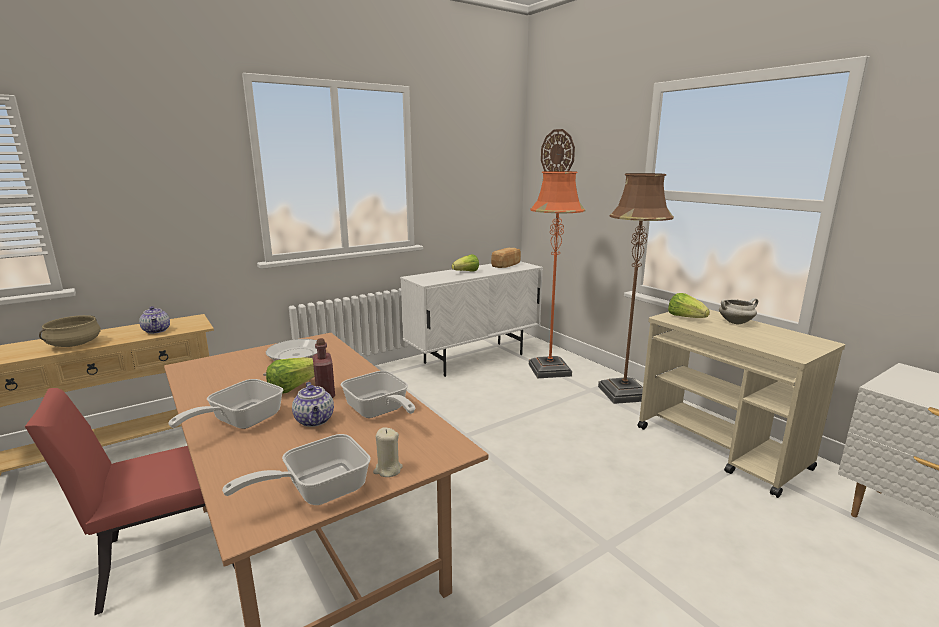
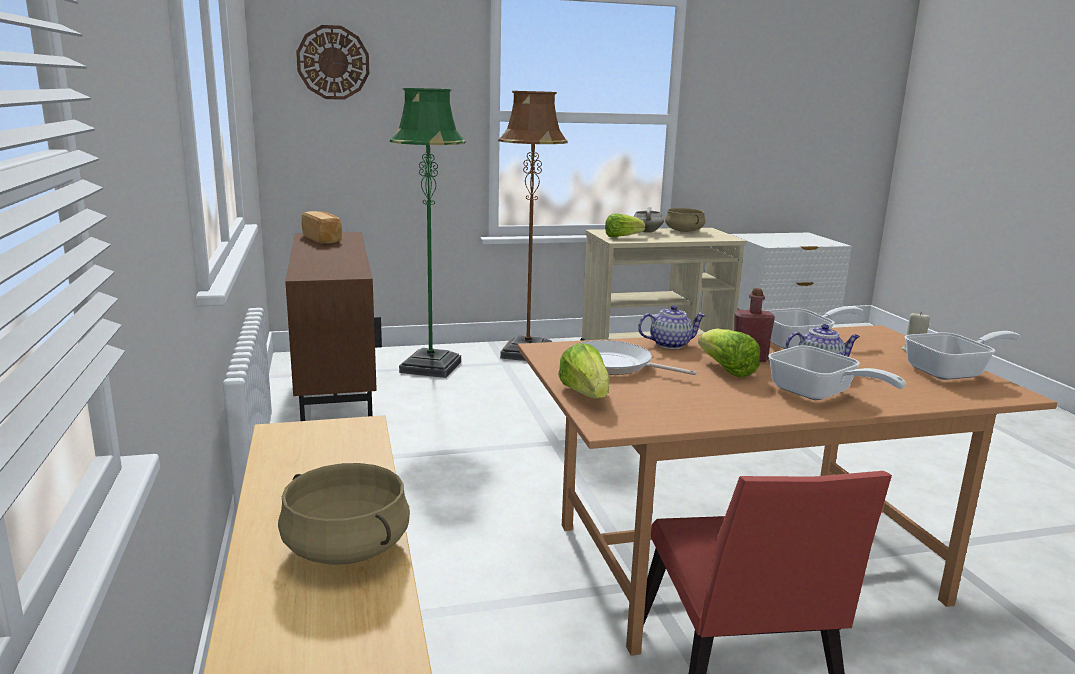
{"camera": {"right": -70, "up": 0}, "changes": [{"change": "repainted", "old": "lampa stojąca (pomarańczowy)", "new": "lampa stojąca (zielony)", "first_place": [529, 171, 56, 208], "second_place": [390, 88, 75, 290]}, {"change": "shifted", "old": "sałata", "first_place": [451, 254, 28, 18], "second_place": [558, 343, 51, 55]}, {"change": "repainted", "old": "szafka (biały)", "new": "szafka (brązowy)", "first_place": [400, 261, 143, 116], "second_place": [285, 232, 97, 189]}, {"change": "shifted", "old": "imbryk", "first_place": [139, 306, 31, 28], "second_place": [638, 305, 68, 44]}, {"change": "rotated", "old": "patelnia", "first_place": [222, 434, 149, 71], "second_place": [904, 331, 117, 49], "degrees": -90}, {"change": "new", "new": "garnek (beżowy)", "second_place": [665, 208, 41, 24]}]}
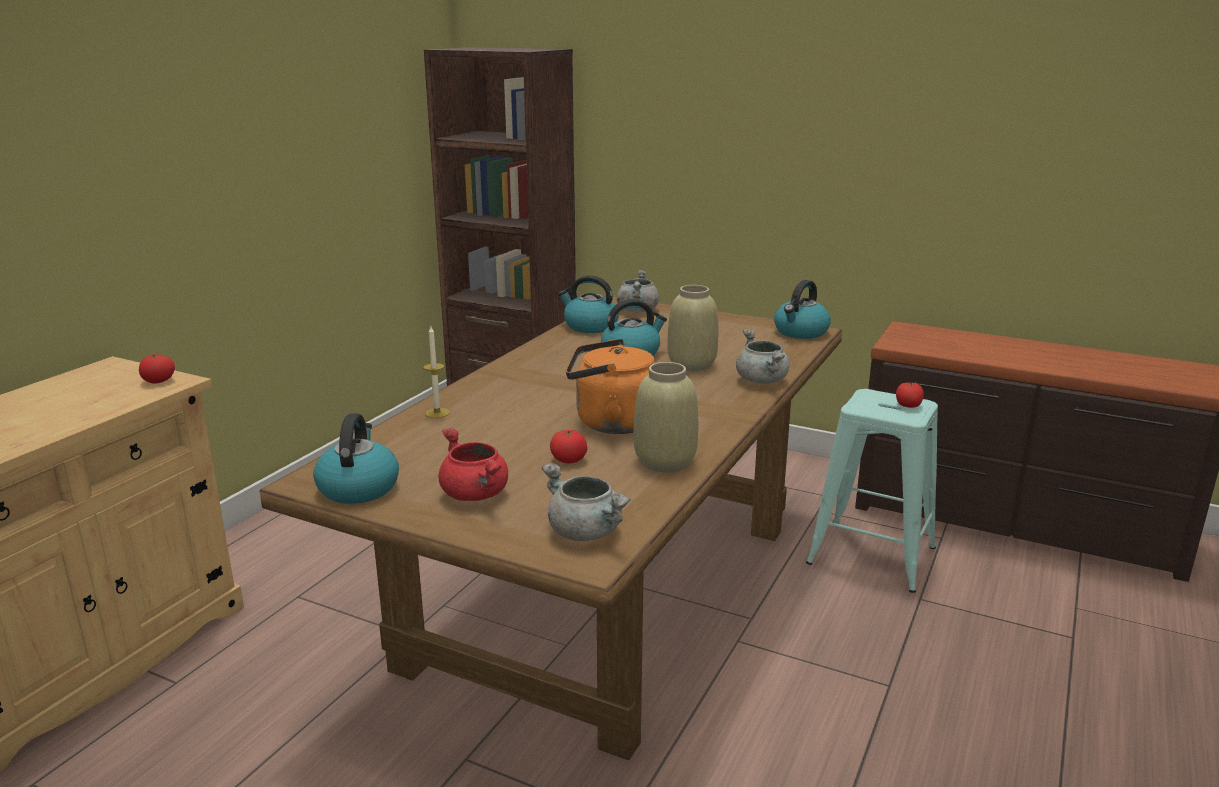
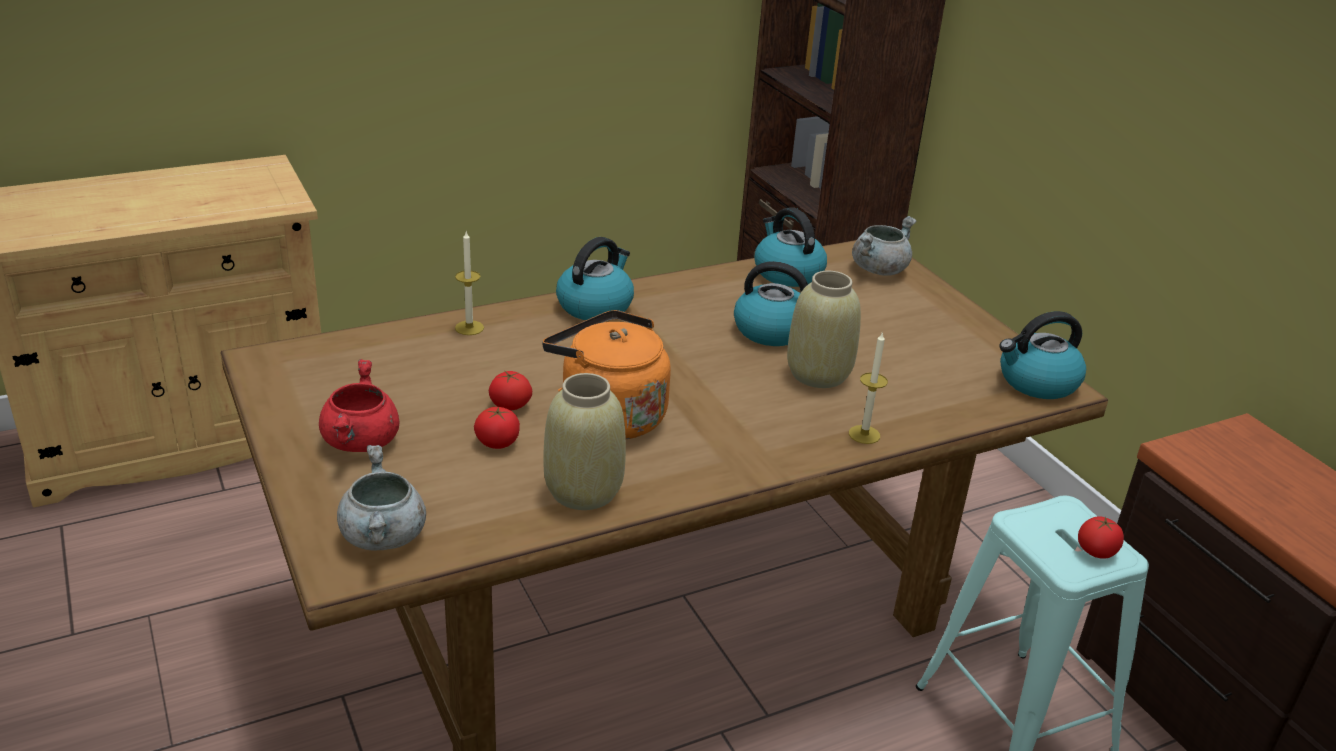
{"camera": {"right": 35, "up": 10}, "changes": [{"change": "swapped", "old": "garnek (szary)", "new": "świeca", "first_place": [736, 329, 53, 54], "second_place": [849, 331, 39, 113]}, {"change": "shifted", "old": "pomidor", "first_place": [139, 354, 36, 29], "second_place": [489, 370, 43, 41]}, {"change": "shifted", "old": "czajnik", "first_place": [313, 413, 86, 91], "second_place": [556, 237, 78, 83]}]}
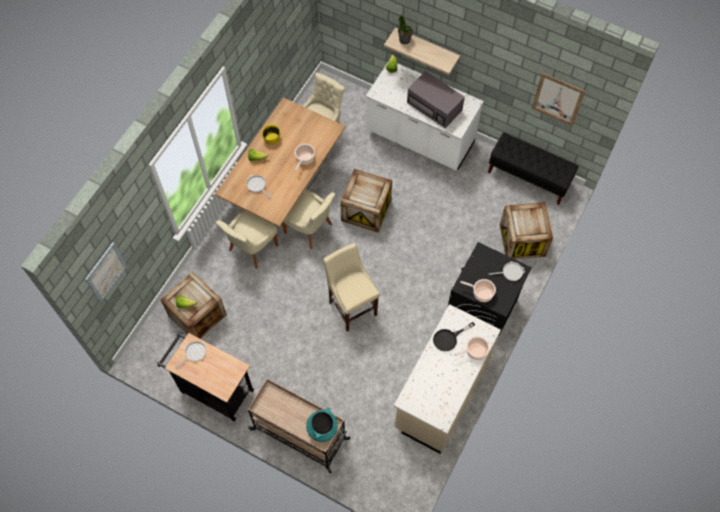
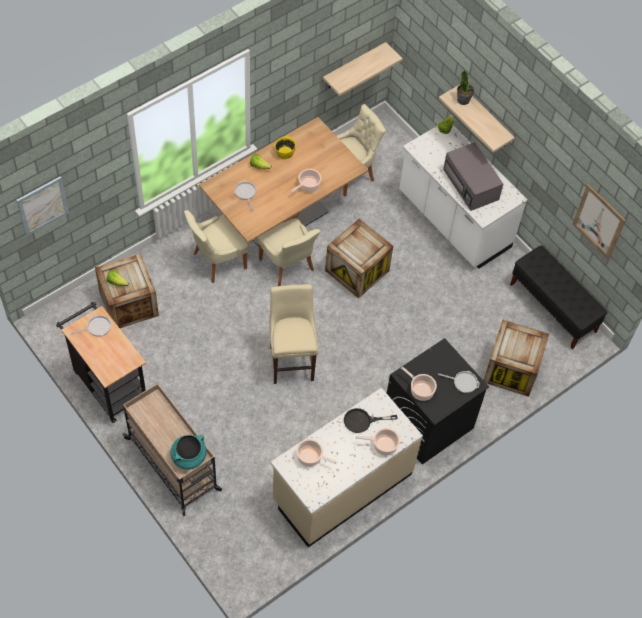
{"camera": {"right": 20, "up": -5}, "changes": [{"change": "new", "new": "półka", "second_place": [323, 42, 80, 54]}, {"change": "new", "new": "garnek", "second_place": [296, 439, 41, 28]}]}
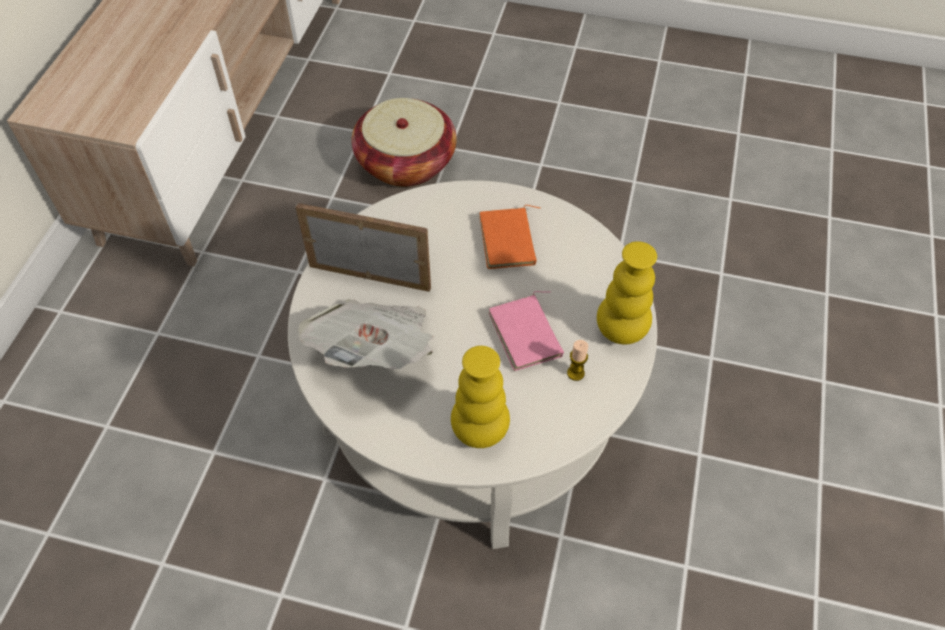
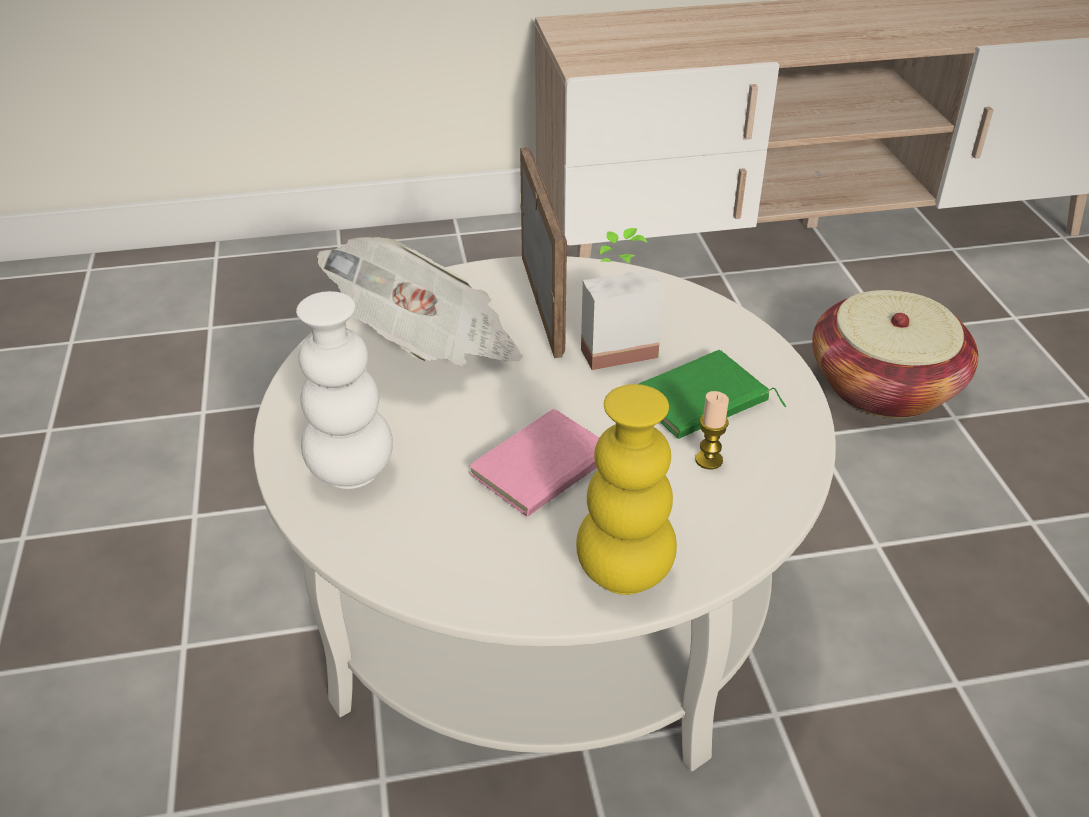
{"camera": {"right": 65, "up": -15}, "changes": [{"change": "repainted", "old": "książka (pomarańczowy)", "new": "książka (zielony)", "first_place": [480, 205, 61, 64], "second_place": [639, 350, 148, 89]}, {"change": "shifted", "old": "świeca", "first_place": [567, 340, 21, 41], "second_place": [695, 391, 34, 78]}, {"change": "repainted", "old": "wazon (żółty)", "new": "wazon (biały)", "first_place": [451, 346, 59, 102], "second_place": [296, 291, 97, 198]}, {"change": "new", "new": "roślina doniczkowa", "second_place": [581, 228, 83, 142]}]}
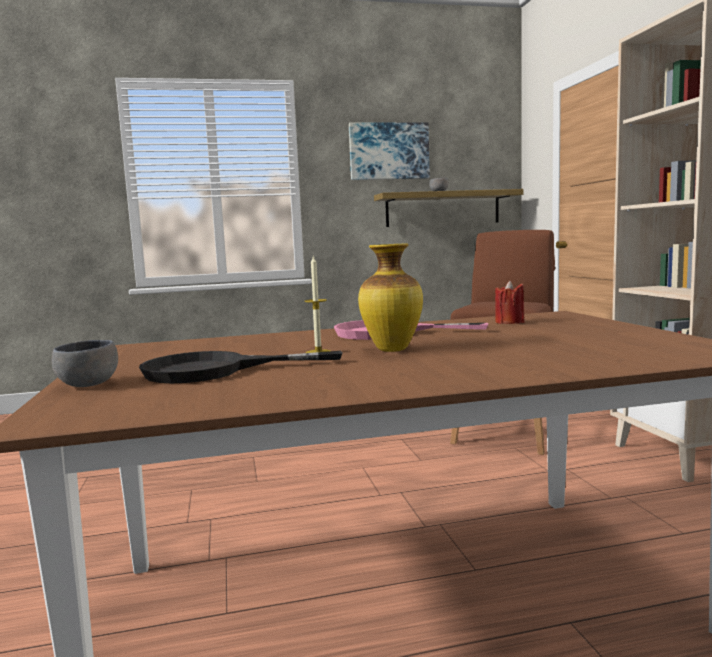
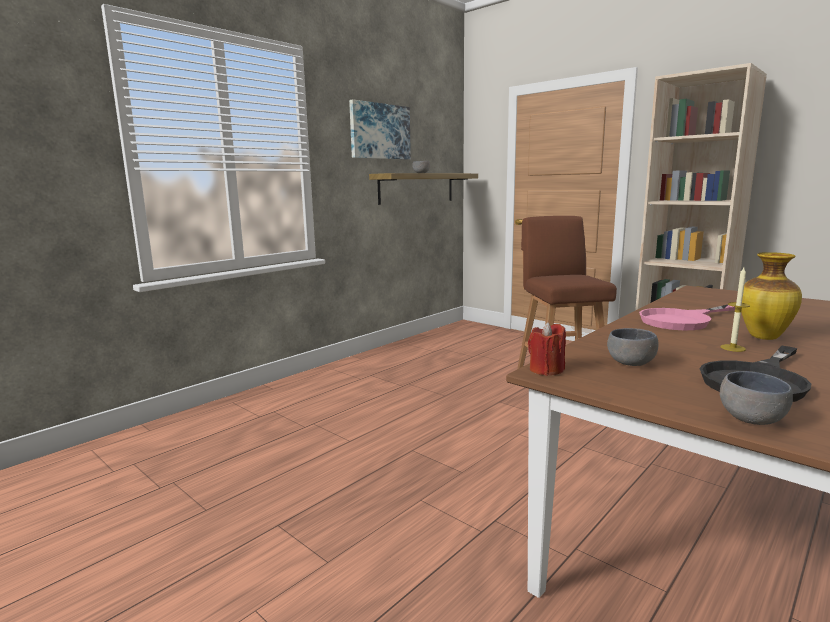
{"camera": {"right": -35, "up": 5}, "changes": [{"change": "shifted", "old": "świeca (czerwony)", "first_place": [495, 281, 30, 43], "second_place": [528, 322, 38, 54]}, {"change": "new", "new": "miska (szary)", "second_place": [607, 328, 52, 38]}]}
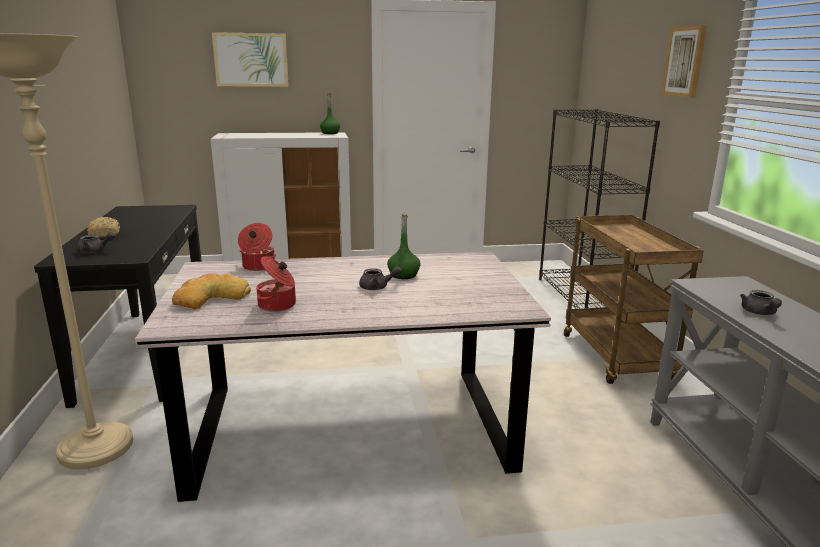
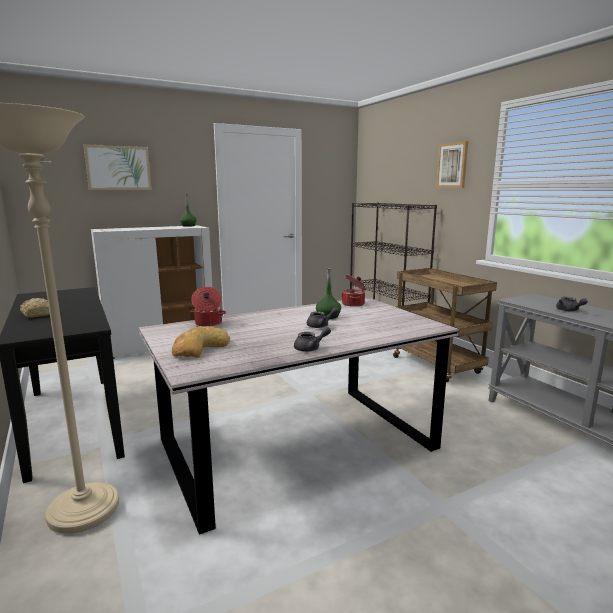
{"camera": {"right": -20, "up": -5}, "changes": [{"change": "shifted", "old": "imbryk (szary)", "first_place": [77, 232, 38, 22], "second_place": [294, 327, 37, 25]}, {"change": "shifted", "old": "garnek", "first_place": [256, 256, 40, 55], "second_place": [341, 274, 25, 33]}]}
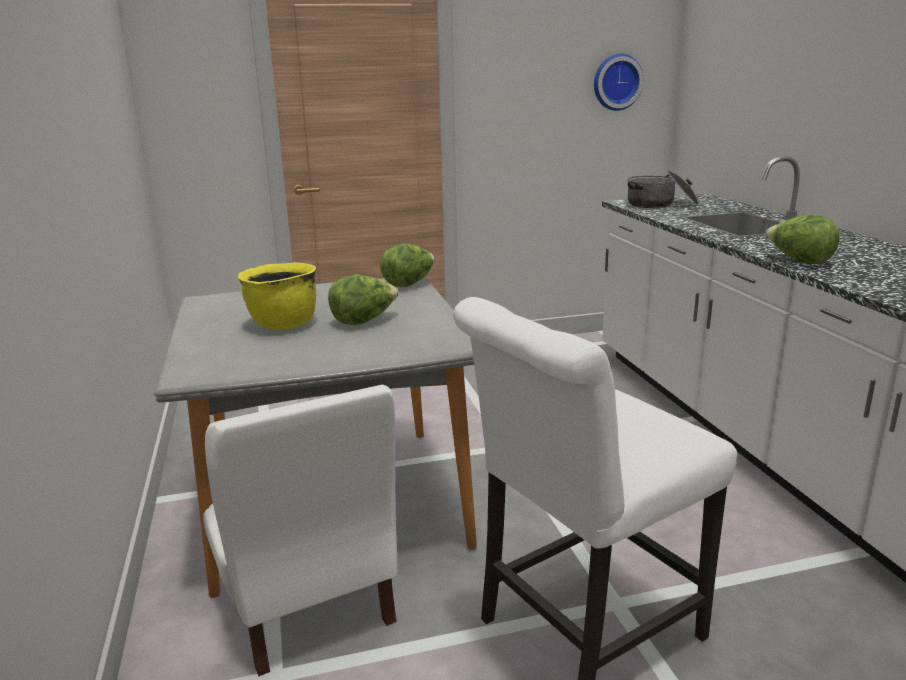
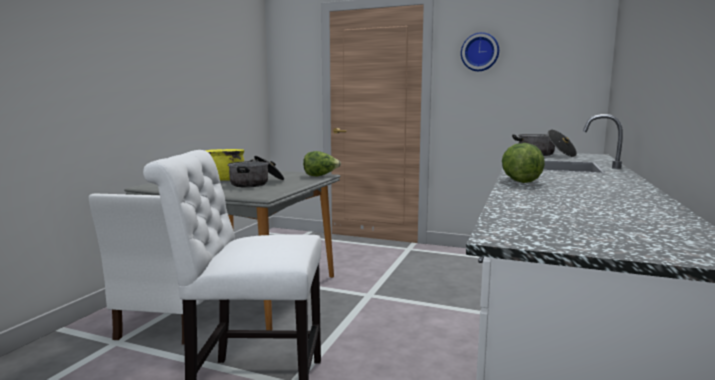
{"camera": {"right": 35, "up": -10}, "changes": [{"change": "shifted", "old": "zegar ścienny", "first_place": [594, 54, 49, 57], "second_place": [461, 32, 38, 39]}, {"change": "swapped", "old": "sałata", "new": "garnek", "first_place": [328, 274, 71, 51], "second_place": [228, 156, 56, 32]}]}
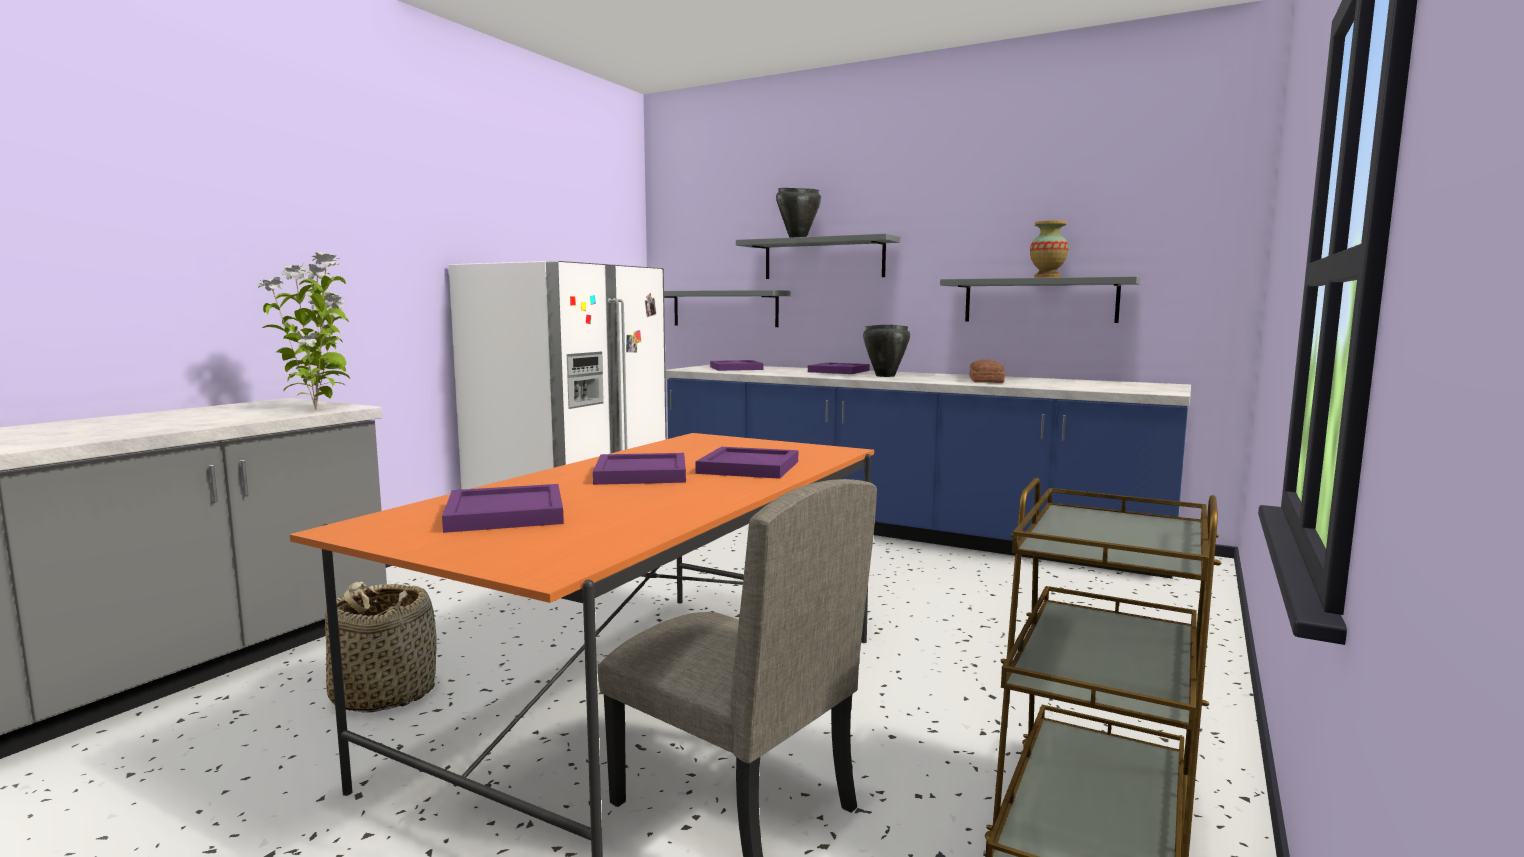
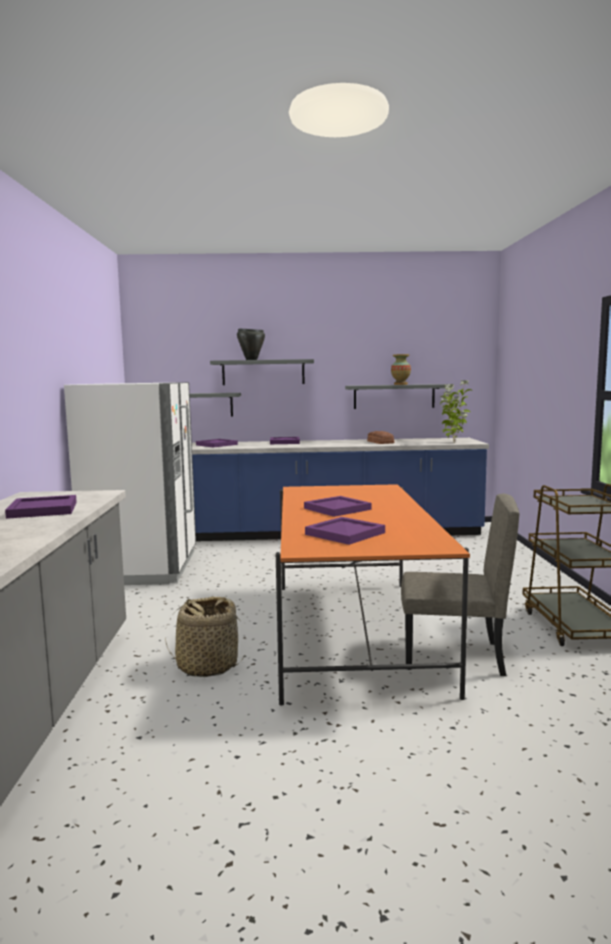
{"camera": {"right": -30, "up": 0}, "changes": [{"change": "shifted", "old": "roślina doniczkowa", "first_place": [257, 252, 93, 157], "second_place": [440, 379, 33, 63]}, {"change": "gone", "old": "garnek (czarny)", "first_place": [863, 324, 47, 53]}, {"change": "shifted", "old": "taca (fioletowy)", "first_place": [695, 447, 103, 32], "second_place": [5, 495, 72, 24]}]}
